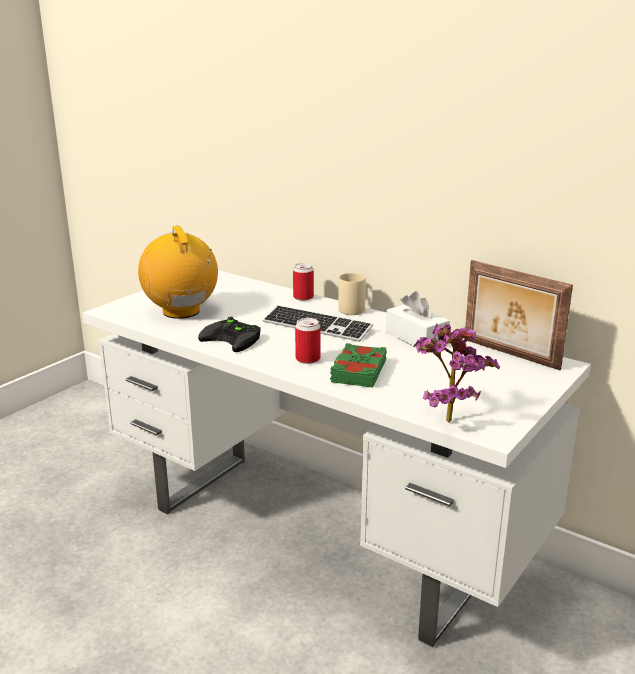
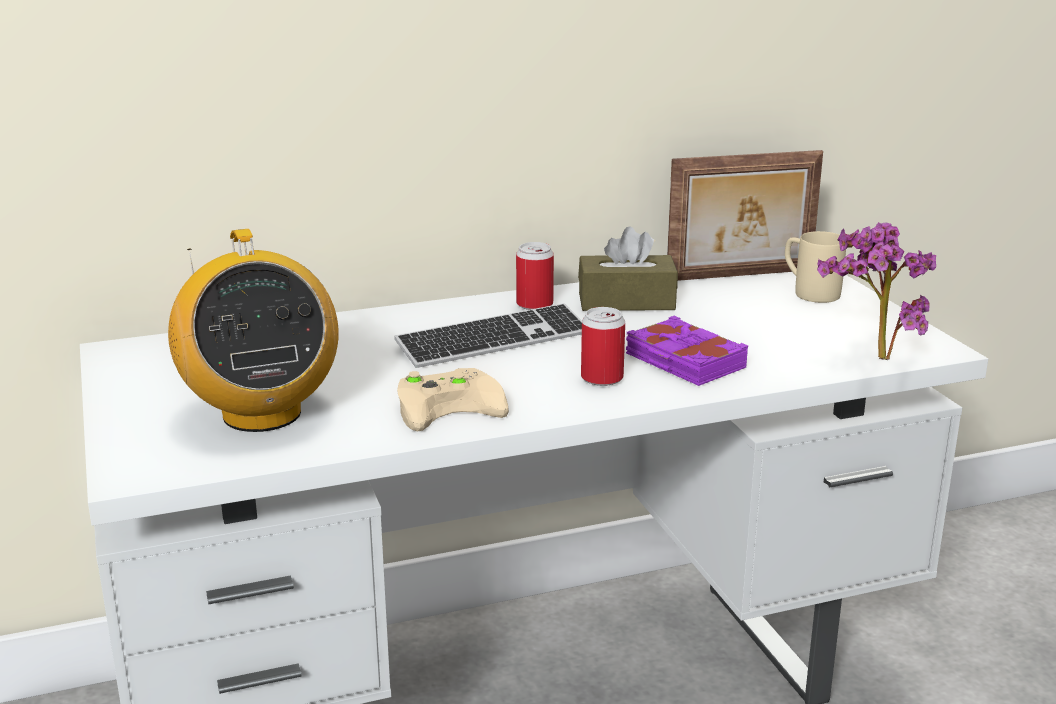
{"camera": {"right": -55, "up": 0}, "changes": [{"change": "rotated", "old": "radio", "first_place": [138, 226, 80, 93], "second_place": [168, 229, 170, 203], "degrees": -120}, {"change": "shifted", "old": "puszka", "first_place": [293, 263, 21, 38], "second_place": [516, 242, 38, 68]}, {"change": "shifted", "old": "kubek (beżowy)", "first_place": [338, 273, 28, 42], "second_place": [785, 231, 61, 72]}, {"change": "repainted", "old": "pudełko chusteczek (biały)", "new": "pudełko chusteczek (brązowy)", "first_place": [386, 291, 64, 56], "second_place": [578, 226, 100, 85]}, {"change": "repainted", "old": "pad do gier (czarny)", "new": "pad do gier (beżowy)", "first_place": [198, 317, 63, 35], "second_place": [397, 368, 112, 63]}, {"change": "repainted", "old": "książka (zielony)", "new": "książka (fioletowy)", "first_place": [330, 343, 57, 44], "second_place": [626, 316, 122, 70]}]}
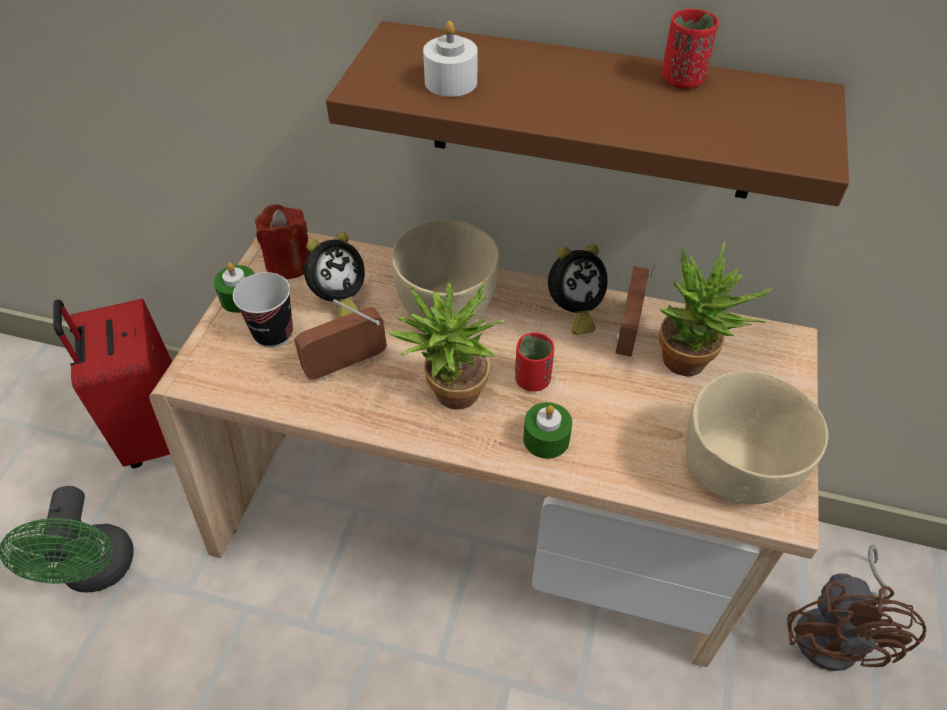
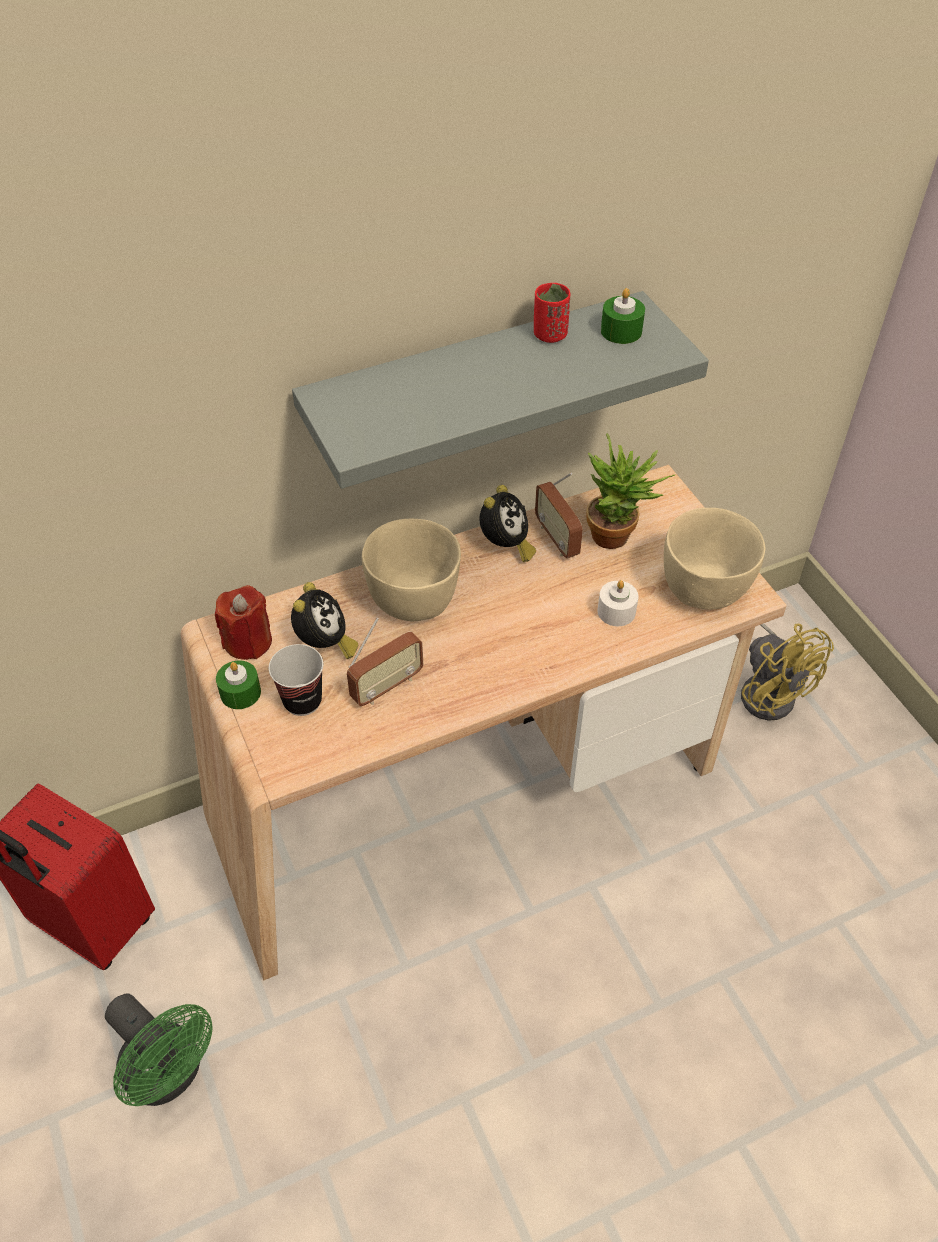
{"camera": {"right": -40, "up": 0}, "changes": [{"change": "repainted", "old": "półka (brązowy)", "new": "półka (szary)", "first_place": [326, 21, 523, 185], "second_place": [292, 291, 417, 198]}, {"change": "shifted", "old": "świeca (biały)", "first_place": [423, 21, 54, 76], "second_place": [597, 580, 41, 46]}, {"change": "gone", "old": "roślina doniczkowa", "first_place": [388, 282, 118, 128]}, {"change": "rotated", "old": "radio", "first_place": [294, 299, 93, 81], "second_place": [347, 618, 76, 88], "degrees": -150}, {"change": "gone", "old": "filiżanka (czerwony)", "first_place": [515, 332, 40, 60]}, {"change": "shifted", "old": "świeca (zielony)", "first_place": [523, 402, 49, 57], "second_place": [601, 288, 44, 56]}, {"change": "repainted", "old": "wentylator (brązowy)", "new": "wentylator (żółty)", "first_place": [787, 545, 139, 126], "second_place": [741, 623, 93, 98]}]}
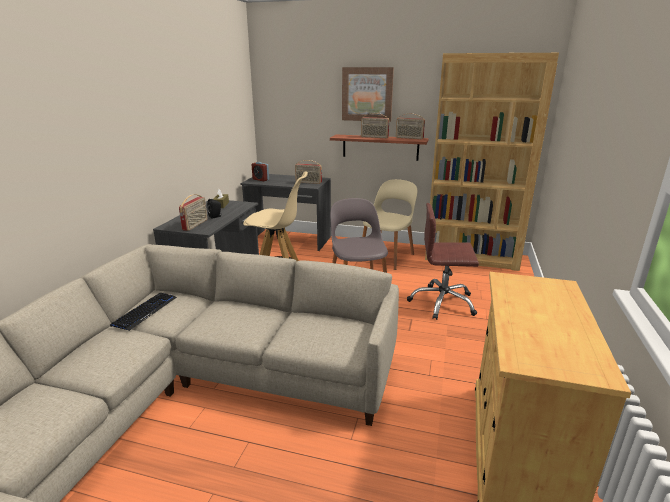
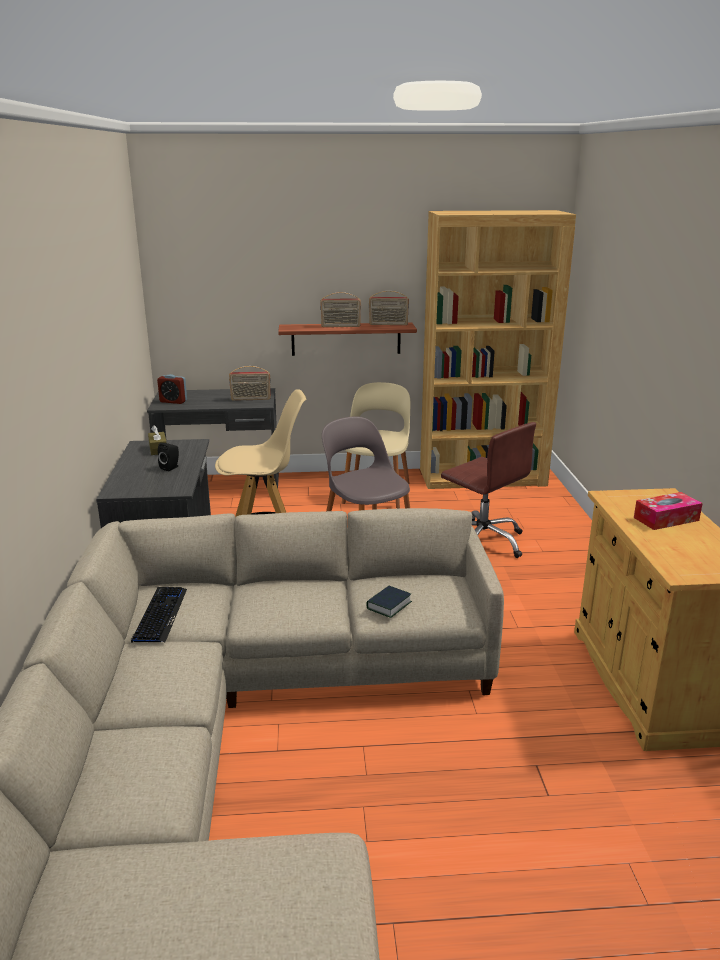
{"camera": {"right": -20, "up": 0}, "changes": [{"change": "gone", "old": "obraz", "first_place": [342, 67, 52, 55]}, {"change": "gone", "old": "radio", "first_place": [179, 194, 28, 37]}, {"change": "rotated", "old": "krzesło biurowe (brązowy)", "first_place": [407, 203, 72, 117], "second_place": [441, 422, 95, 136], "degrees": -120}, {"change": "new", "new": "pudełko chusteczek", "second_place": [634, 492, 69, 38]}, {"change": "new", "new": "książka", "second_place": [366, 586, 46, 32]}]}
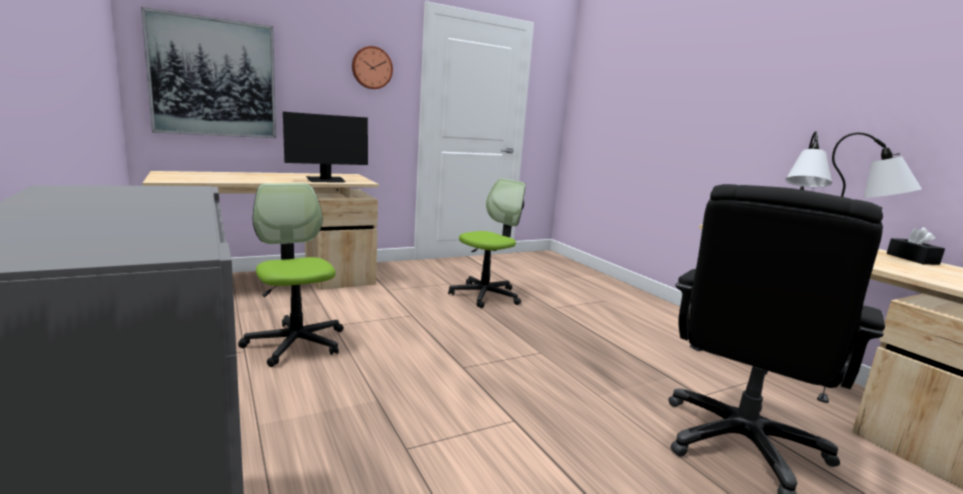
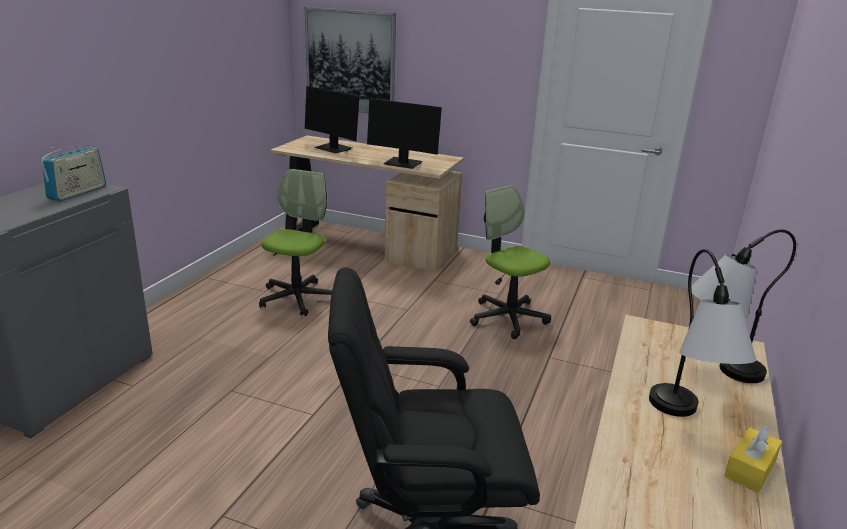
{"camera": {"right": 50, "up": 10}, "changes": [{"change": "gone", "old": "zegar ścienny", "first_place": [352, 46, 41, 43]}, {"change": "rotated", "old": "krzesło biurowe", "first_place": [448, 178, 78, 130], "second_place": [470, 185, 81, 154], "degrees": -135}, {"change": "repainted", "old": "pudełko chusteczek (czarny)", "new": "pudełko chusteczek (żółty)", "first_place": [887, 227, 58, 38], "second_place": [724, 426, 58, 67]}, {"change": "new", "new": "monitor", "second_place": [305, 86, 54, 67]}, {"change": "new", "new": "radio", "second_place": [41, 146, 65, 55]}]}
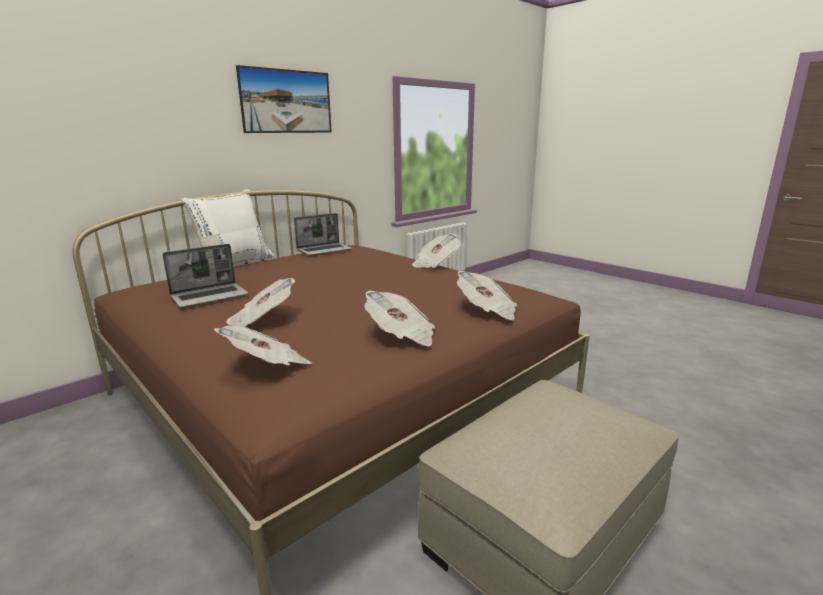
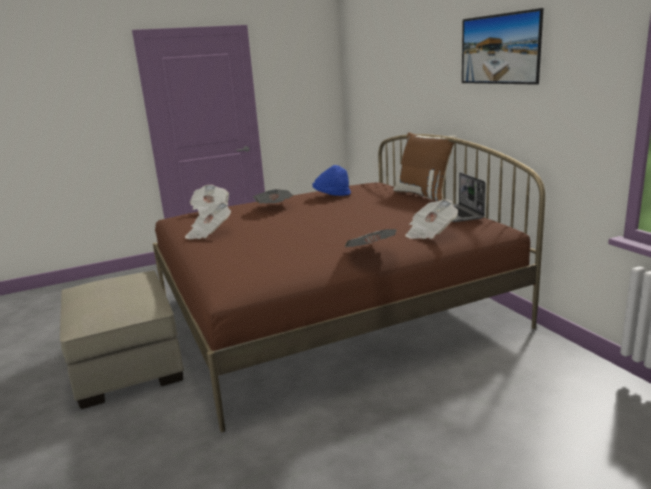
{"camera": {"right": 110, "up": 0}, "changes": [{"change": "repainted", "old": "poduszka (biały)", "new": "poduszka (brązowy)", "first_place": [181, 189, 93, 76], "second_place": [393, 132, 64, 69]}, {"change": "swapped", "old": "laptop", "new": "kapelusz (niebieski)", "first_place": [162, 244, 87, 64], "second_place": [312, 165, 39, 31]}, {"change": "shifted", "old": "gazeta", "first_place": [457, 271, 60, 49], "second_place": [405, 199, 53, 40]}]}
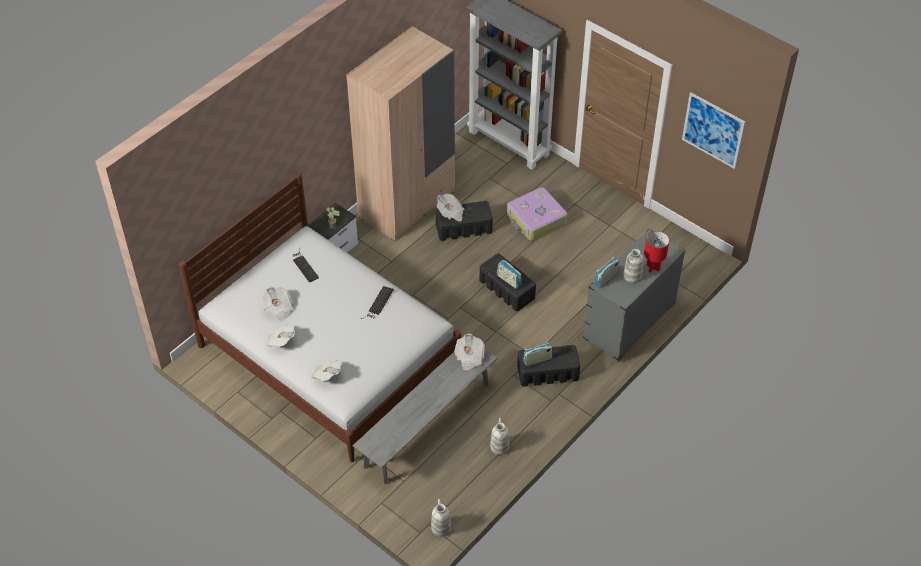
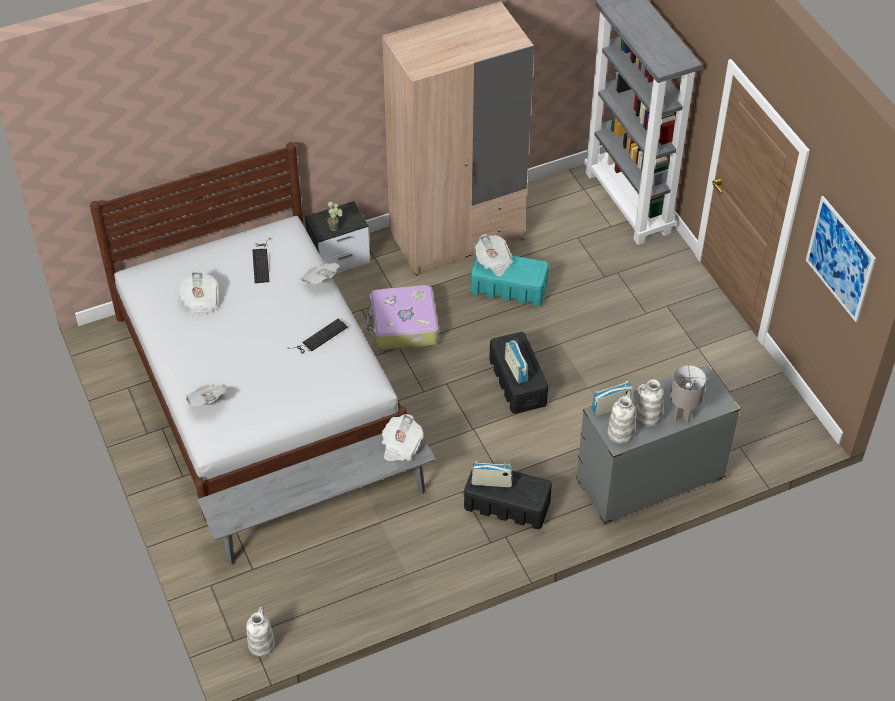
{"camera": {"right": 25, "up": 0}, "changes": [{"change": "shifted", "old": "walizka", "first_place": [507, 187, 60, 54], "second_place": [367, 285, 72, 65]}, {"change": "repainted", "old": "pojemnik do przechowywania (czarny)", "new": "pojemnik do przechowywania (turkusowy)", "first_place": [435, 201, 58, 40], "second_place": [471, 255, 78, 51]}, {"change": "repainted", "old": "lampa stołowa (czerwony)", "new": "lampa stołowa (szary)", "first_place": [644, 231, 25, 42], "second_place": [670, 365, 36, 58]}, {"change": "shifted", "old": "gazeta", "first_place": [266, 325, 29, 22], "second_place": [300, 263, 40, 21]}, {"change": "shifted", "old": "wazon (biały)", "first_place": [490, 418, 19, 37], "second_place": [608, 391, 28, 53]}]}
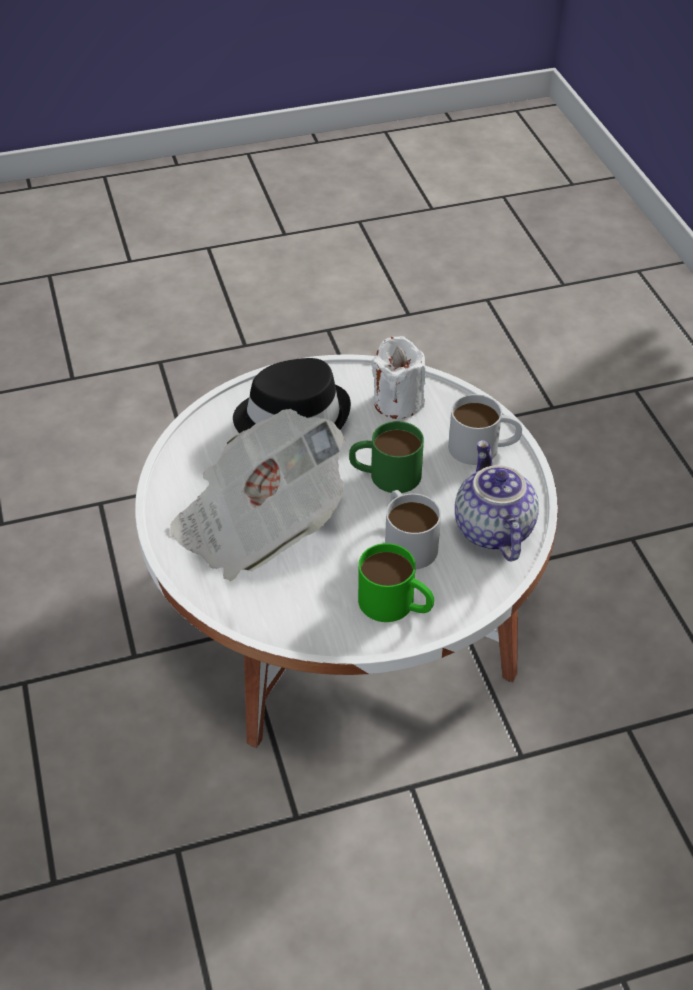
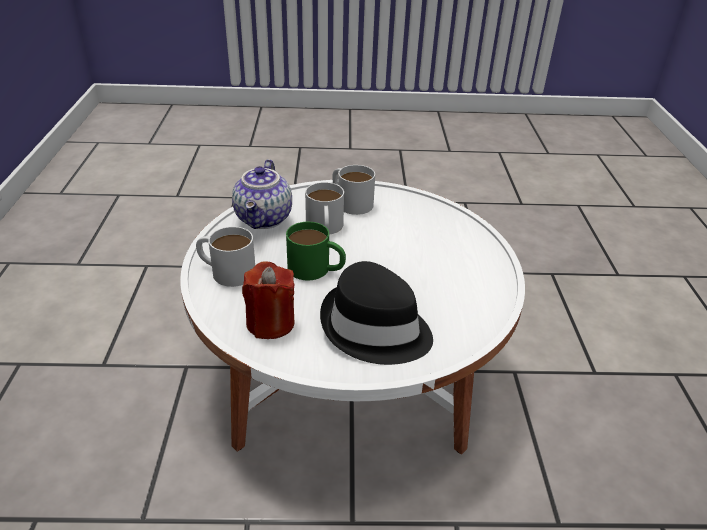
{"camera": {"right": -165, "up": -10}, "changes": [{"change": "repainted", "old": "świeca (biały)", "new": "świeca (czerwony)", "first_place": [371, 336, 55, 83], "second_place": [242, 261, 53, 78]}, {"change": "gone", "old": "gazeta", "first_place": [170, 409, 175, 172]}, {"change": "repainted", "old": "kubek (zielony)", "new": "kubek (biały)", "first_place": [358, 543, 76, 79], "second_place": [332, 165, 43, 50]}]}
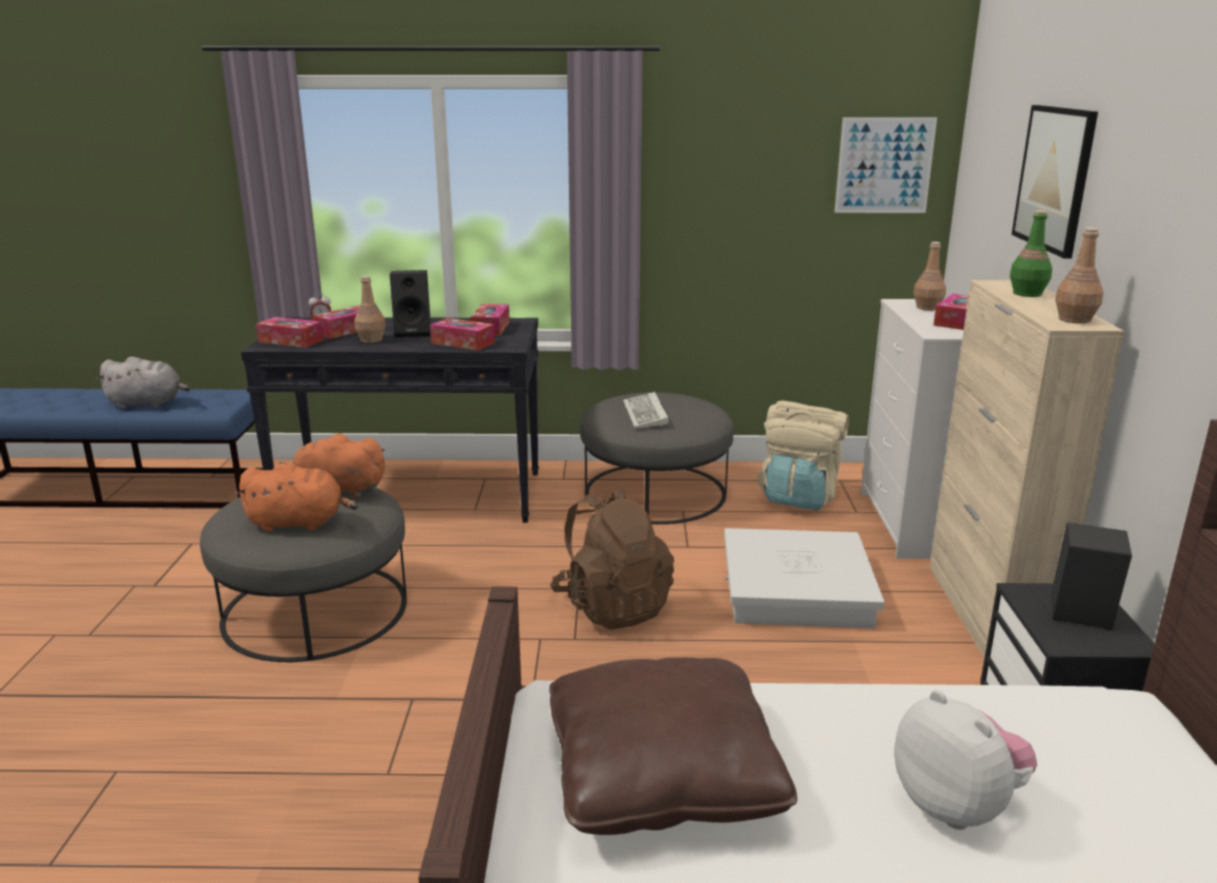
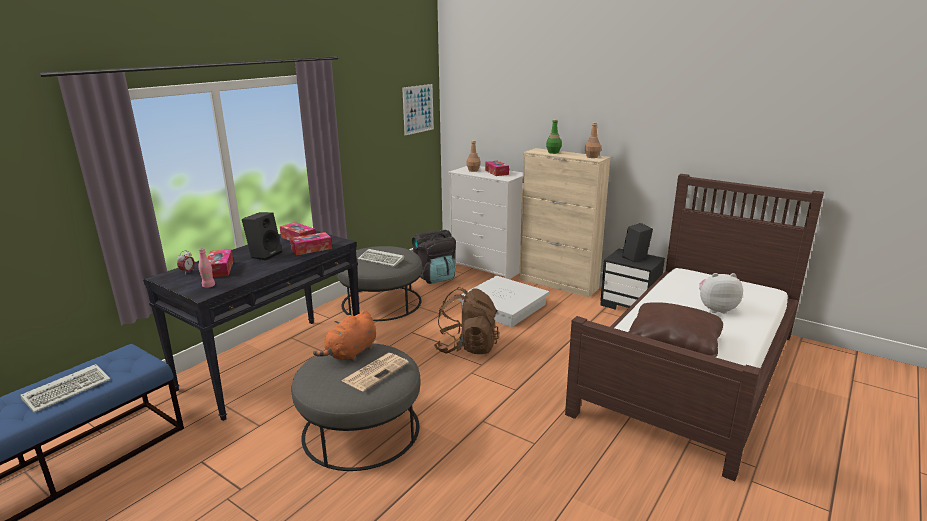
{"camera": {"right": -55, "up": 0}, "changes": [{"change": "gone", "old": "obraz", "first_place": [1011, 105, 87, 154]}, {"change": "gone", "old": "butelka (brązowy)", "first_place": [354, 276, 32, 67]}, {"change": "swapped", "old": "pudełko chusteczek", "new": "butelka (różowy)", "first_place": [256, 317, 68, 31], "second_place": [198, 248, 17, 40]}, {"change": "swapped", "old": "pluszak (szary)", "new": "klawiatura", "first_place": [96, 357, 94, 52], "second_place": [20, 364, 91, 49]}, {"change": "repainted", "old": "plecak (beżowy)", "new": "plecak (czarny)", "first_place": [758, 401, 91, 109], "second_place": [412, 230, 44, 54]}, {"change": "swapped", "old": "pluszak (pomarańczowy)", "new": "gazeta", "first_place": [236, 464, 122, 68], "second_place": [341, 353, 68, 38]}]}
